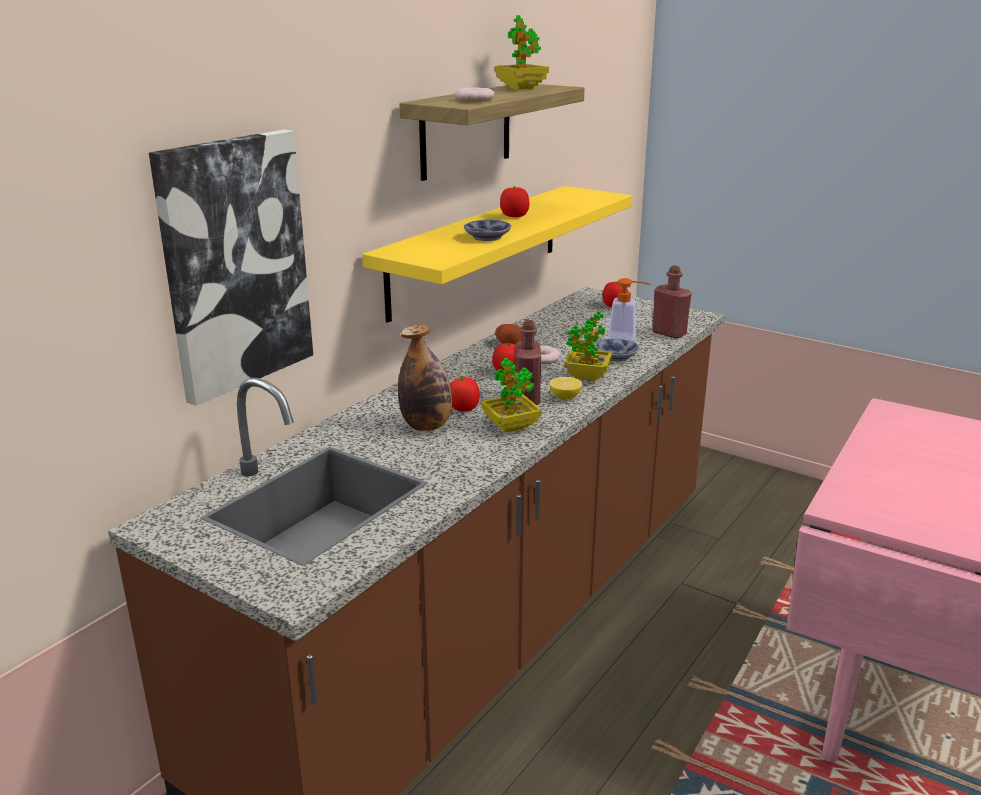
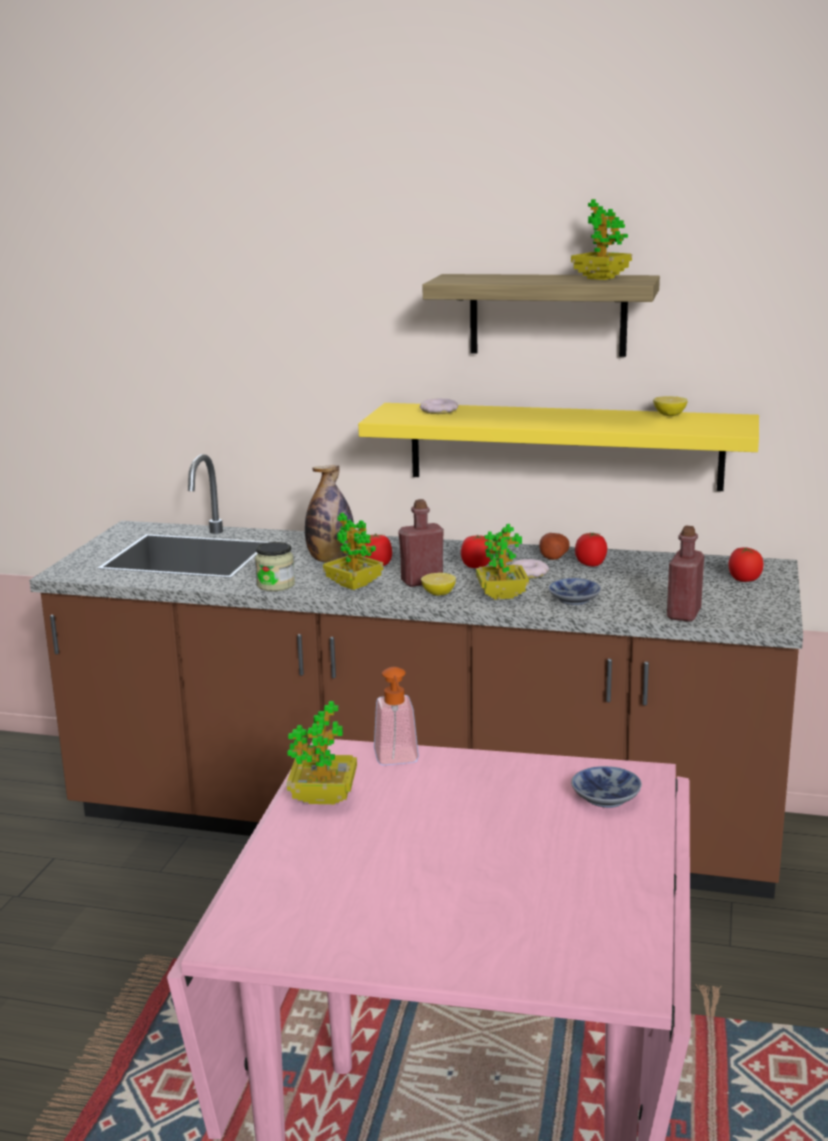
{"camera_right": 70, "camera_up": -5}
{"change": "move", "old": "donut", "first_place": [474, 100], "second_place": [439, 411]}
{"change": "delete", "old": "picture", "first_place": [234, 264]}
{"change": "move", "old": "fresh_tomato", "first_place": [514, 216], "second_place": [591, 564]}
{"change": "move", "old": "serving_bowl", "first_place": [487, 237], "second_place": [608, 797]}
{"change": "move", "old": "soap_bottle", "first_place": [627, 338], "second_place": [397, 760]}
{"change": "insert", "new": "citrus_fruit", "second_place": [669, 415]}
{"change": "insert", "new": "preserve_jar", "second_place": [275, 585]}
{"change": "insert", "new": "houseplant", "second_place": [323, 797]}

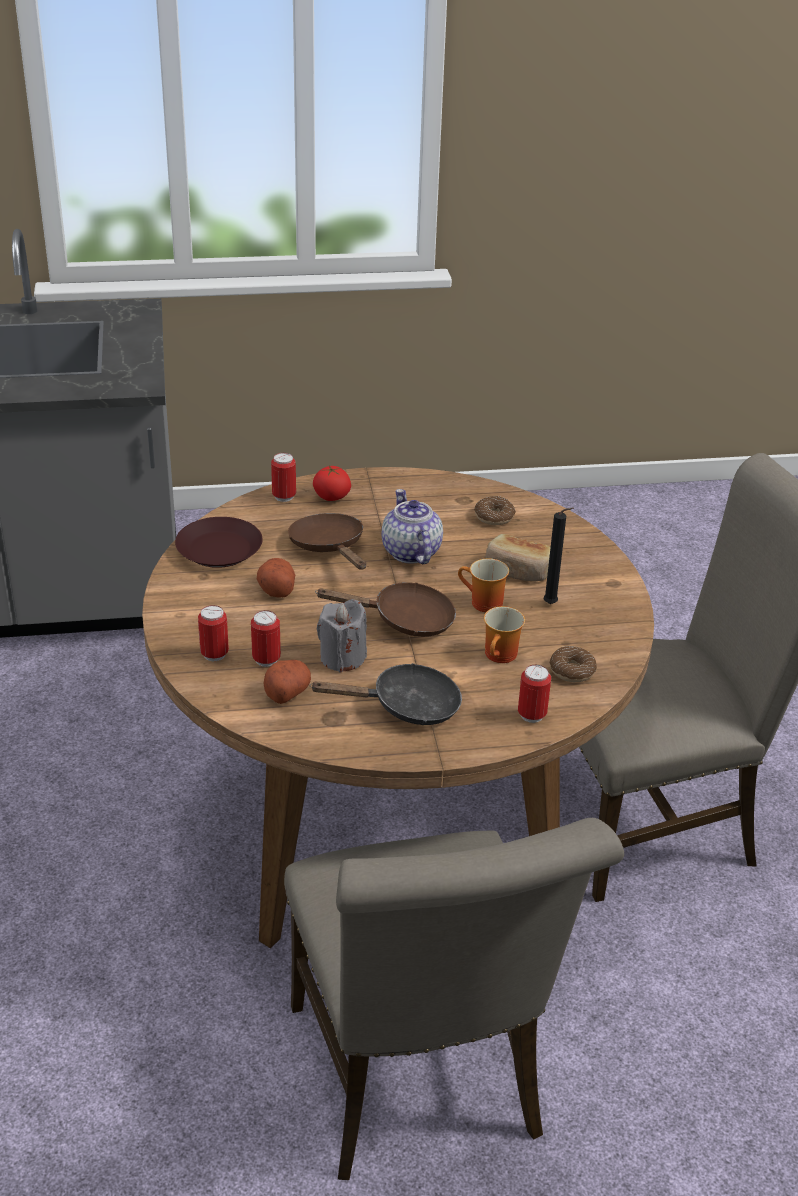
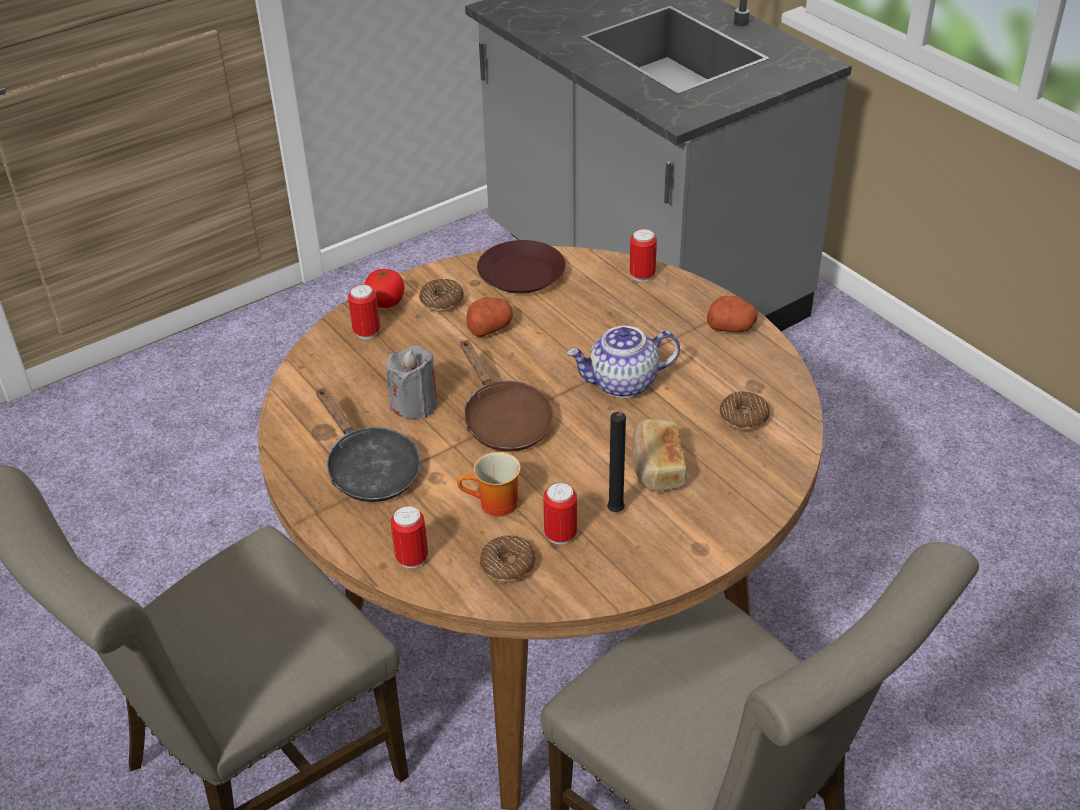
{"camera_right": 65, "camera_up": 5}
{"change": "move", "old": "fresh_tomato", "first_place": [332, 497], "second_place": [385, 302]}
{"change": "rotate", "old": "tea_pot", "first_place": [410, 552], "second_place": [622, 383], "degrees": -150}
{"change": "delete", "old": "brown-coloured_frying_pan", "first_place": [329, 547]}
{"change": "delete", "old": "tea_mug", "first_place": [482, 603]}
{"change": "move", "old": "can", "first_place": [266, 659], "second_place": [560, 535]}
{"change": "move", "old": "spud", "first_place": [287, 692], "second_place": [731, 327]}
{"change": "insert", "new": "donut", "second_place": [442, 301]}

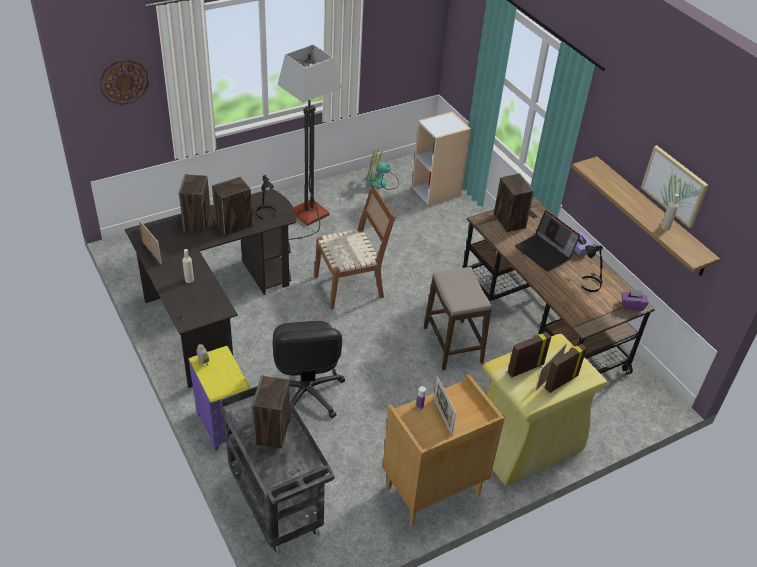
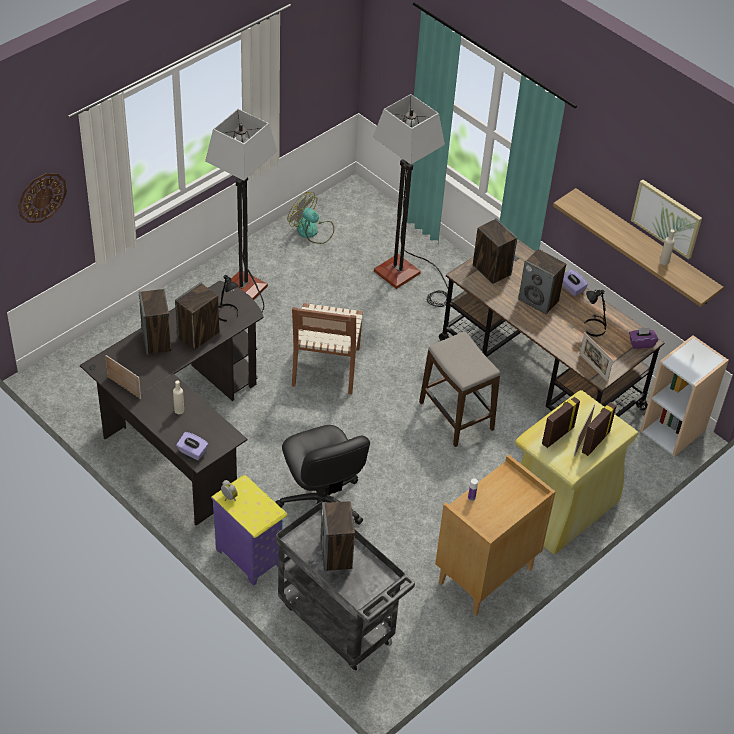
{"camera_right": -15, "camera_up": 5}
{"change": "move", "old": "bookshelf", "first_place": [437, 191], "second_place": [673, 430]}
{"change": "rotate", "old": "cooling_fan", "first_place": [381, 182], "second_place": [312, 231], "degrees": 45}
{"change": "rotate", "old": "chair", "first_place": [352, 286], "second_place": [325, 370], "degrees": 135}
{"change": "replace", "old": "laptop", "new": "audio_speaker", "first_place": [545, 252], "second_place": [539, 300]}
{"change": "move", "old": "standing_frame", "first_place": [442, 416], "second_place": [593, 367]}
{"change": "insert", "new": "standard_lamp", "second_place": [408, 277]}
{"change": "insert", "new": "purple-coloured_tissue_holder", "second_place": [192, 452]}

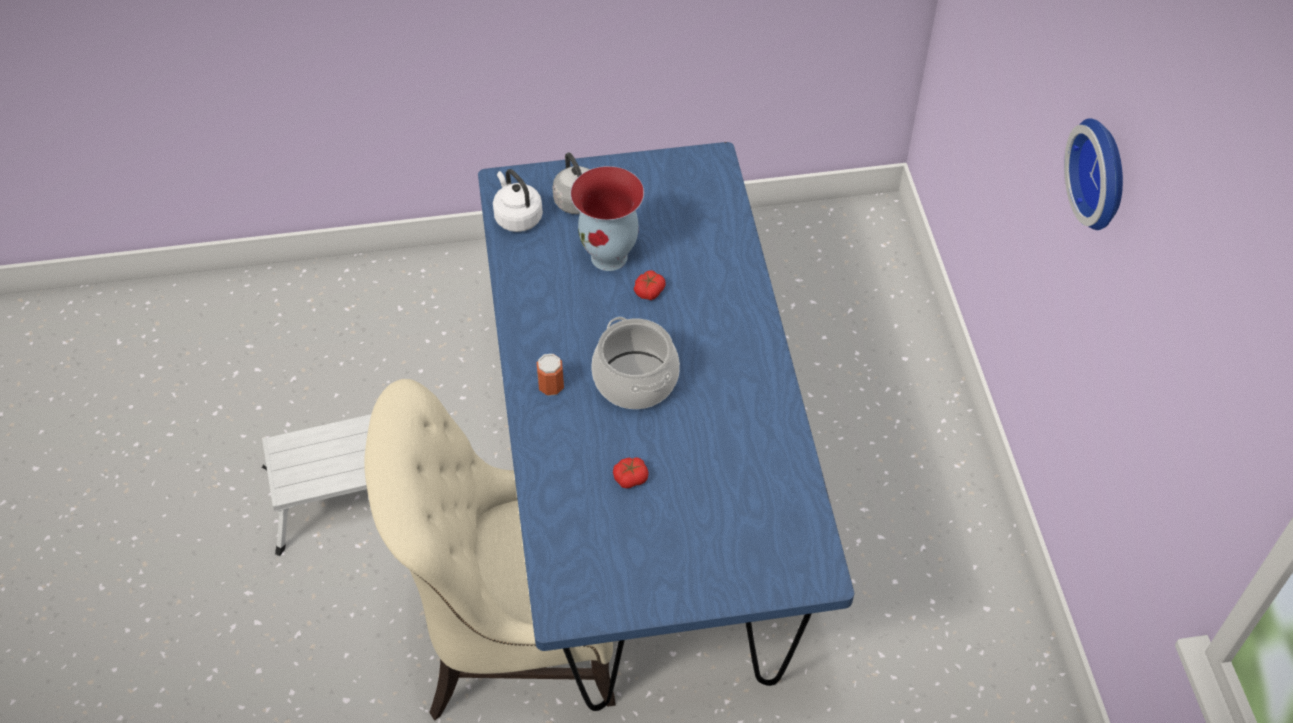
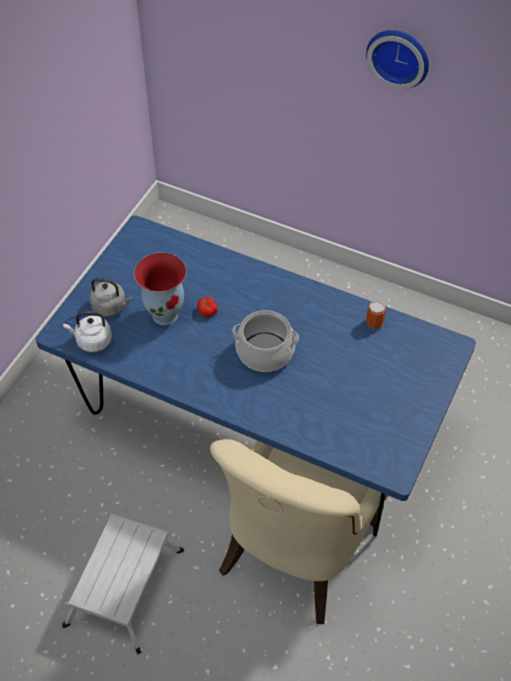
{"camera_right": -55, "camera_up": 0}
{"change": "move", "old": "can", "first_place": [551, 386], "second_place": [374, 323]}
{"change": "delete", "old": "fresh_tomato", "first_place": [630, 478]}

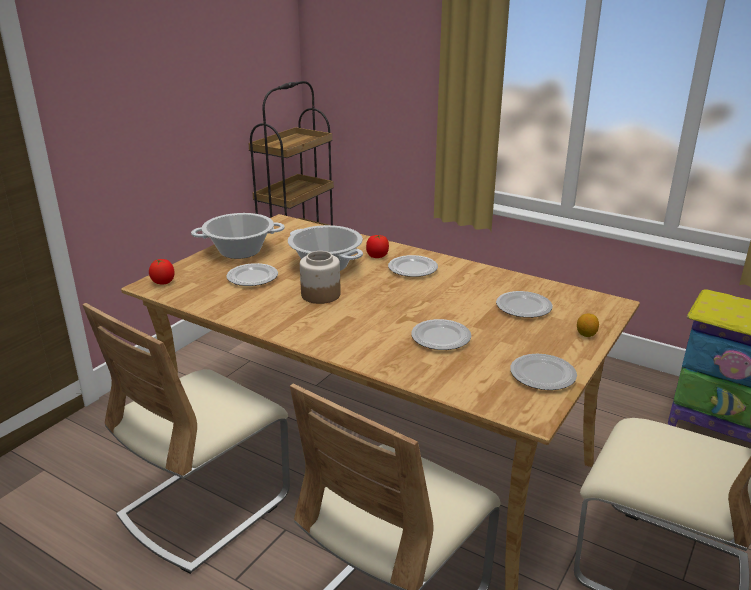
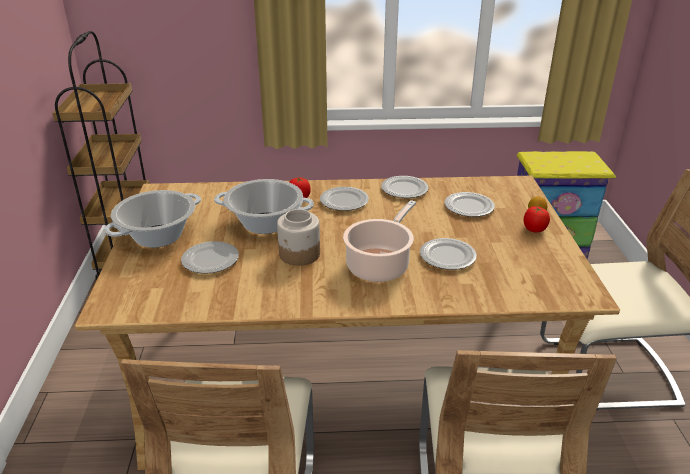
{"camera_right": -35, "camera_up": 5}
{"change": "move", "old": "fresh_tomato", "first_place": [163, 282], "second_place": [534, 230]}
{"change": "move", "old": "flat_dish", "first_place": [542, 375], "second_place": [404, 189]}
{"change": "insert", "new": "stockpot", "second_place": [379, 265]}

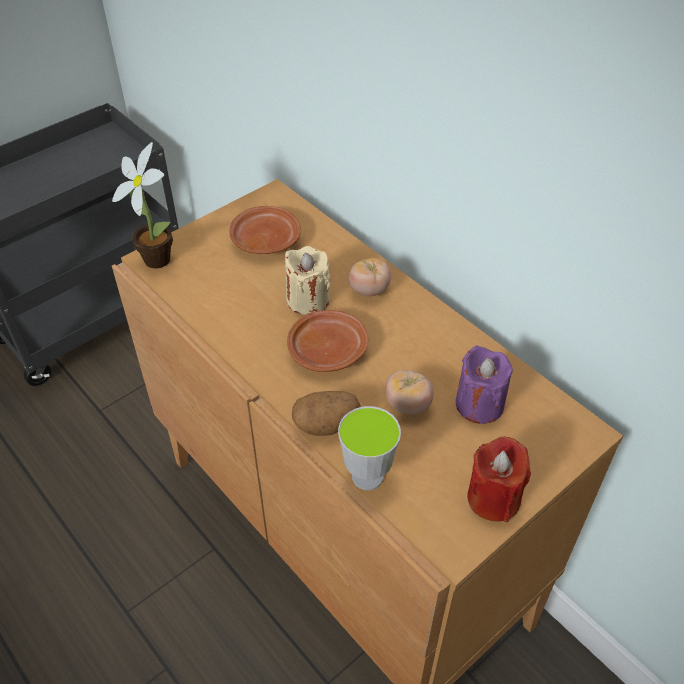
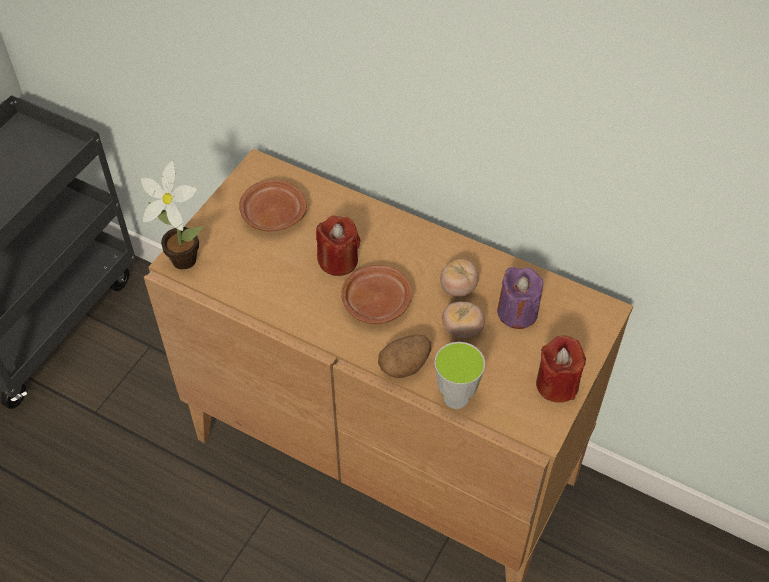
{"camera_right": -20, "camera_up": 5}
{"change": "recolor", "old": "sand-coloured_wax_candle", "new": "red_wax_candle", "first_place": [307, 300], "second_place": [338, 261]}
{"change": "move", "old": "fresh_tomato", "first_place": [369, 290], "second_place": [458, 288]}

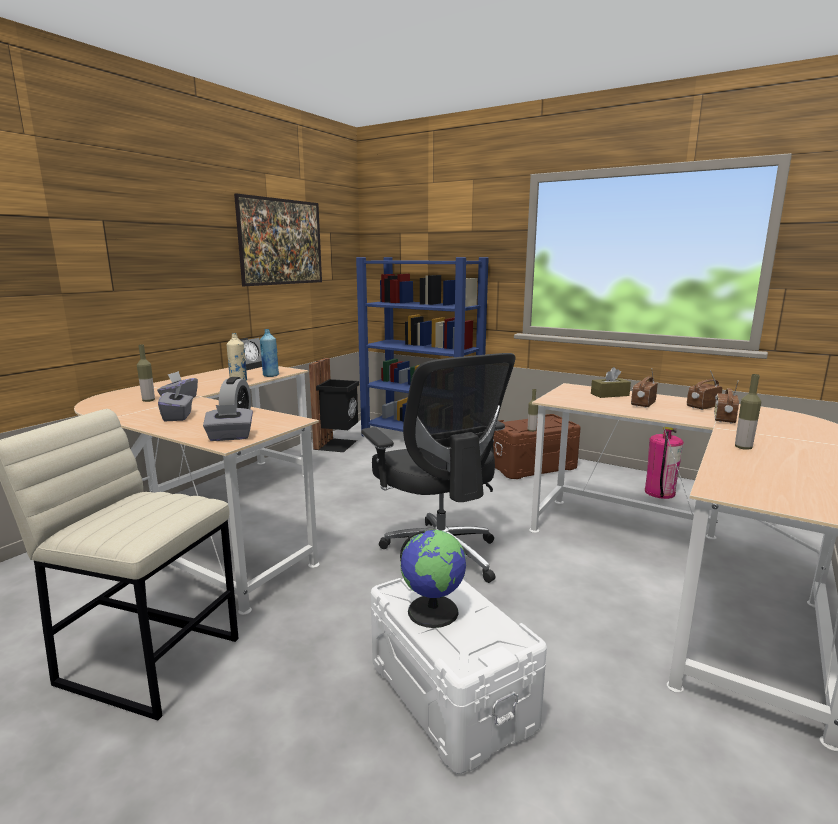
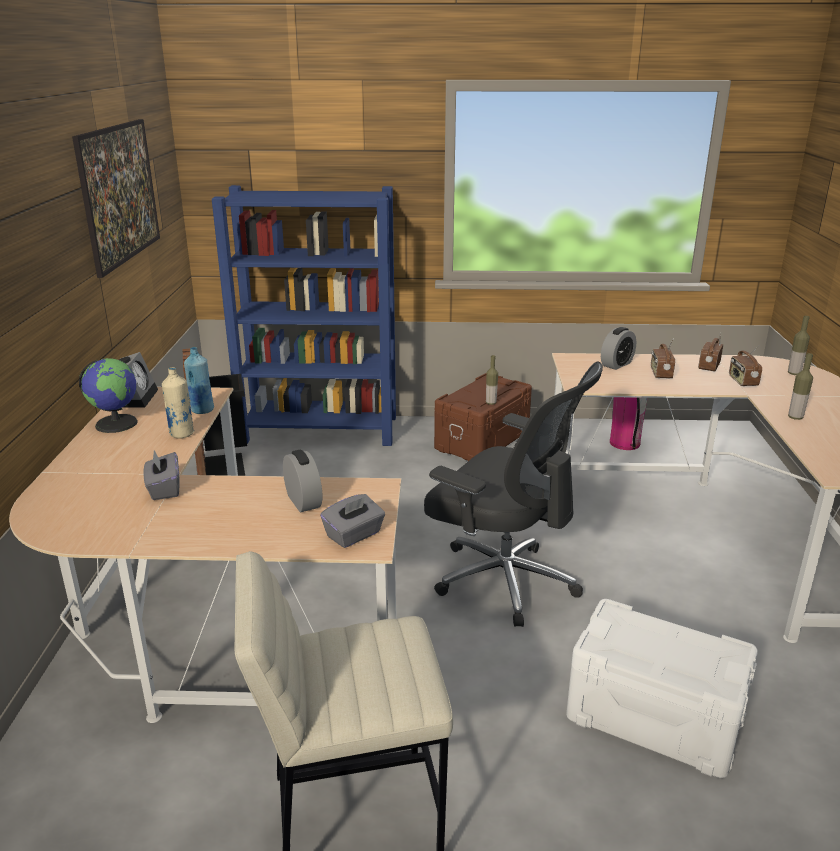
{"camera_right": -30, "camera_up": 10}
{"change": "move", "old": "beverage_bottle", "first_place": [148, 400], "second_place": [794, 373]}
{"change": "replace", "old": "brown-coloured_tissue_holder", "new": "alarm_clock", "first_place": [609, 394], "second_place": [616, 364]}
{"change": "delete", "old": "gray_tissue_holder", "first_place": [178, 417]}
{"change": "move", "old": "globe", "first_place": [433, 610], "second_place": [116, 423]}

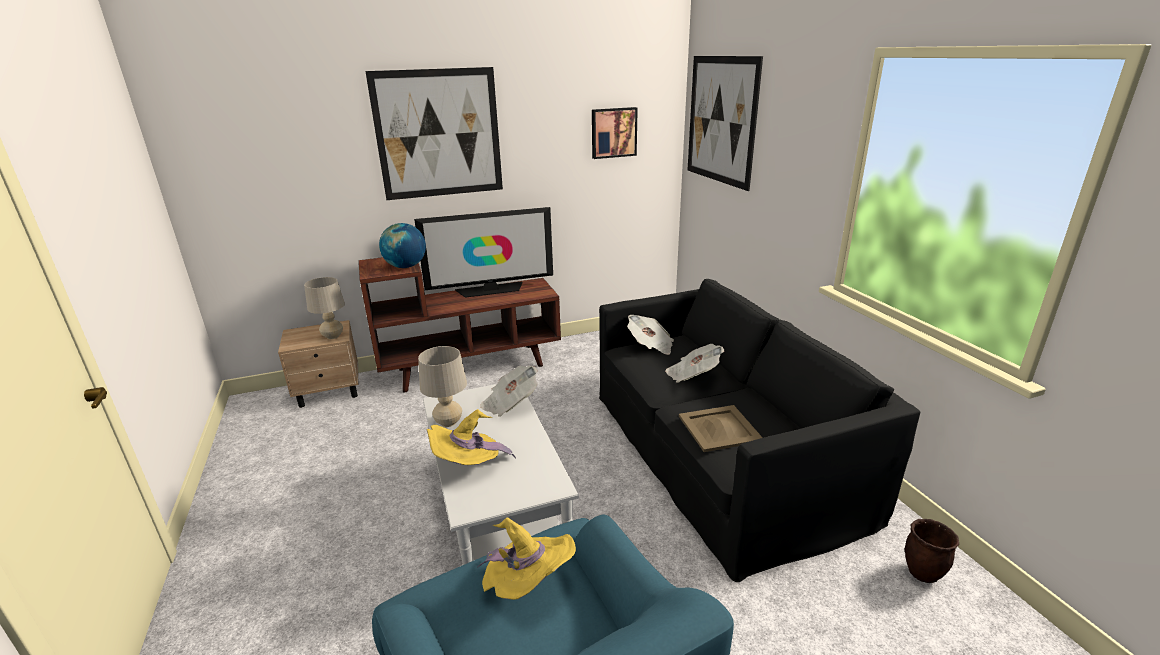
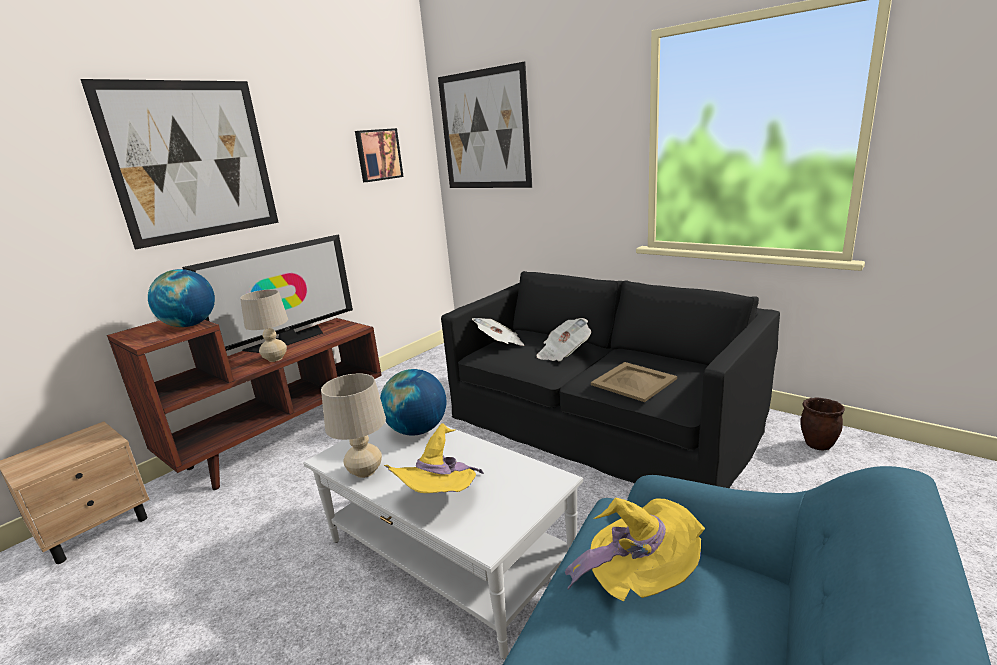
{"camera_right": -30, "camera_up": -5}
{"change": "move", "old": "sand-coloured_lamp_for_a_table", "first_place": [333, 336], "second_place": [275, 359]}
{"change": "replace", "old": "daily_paper", "new": "globe", "first_place": [510, 403], "second_place": [417, 430]}

